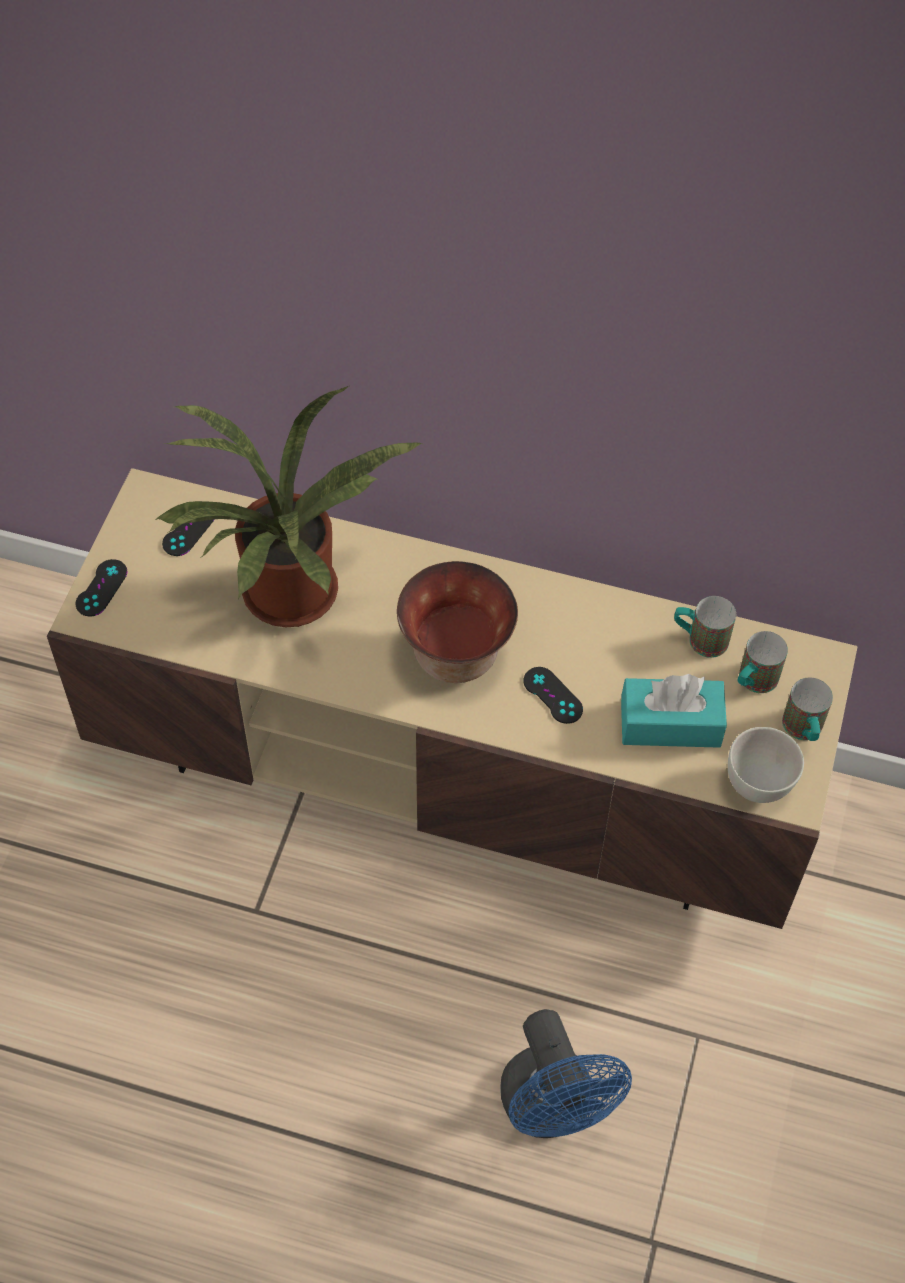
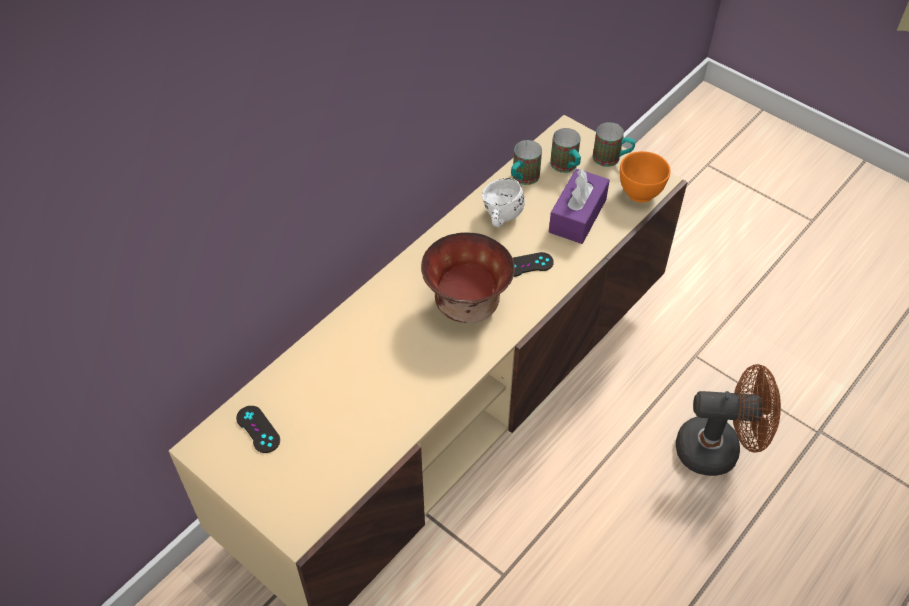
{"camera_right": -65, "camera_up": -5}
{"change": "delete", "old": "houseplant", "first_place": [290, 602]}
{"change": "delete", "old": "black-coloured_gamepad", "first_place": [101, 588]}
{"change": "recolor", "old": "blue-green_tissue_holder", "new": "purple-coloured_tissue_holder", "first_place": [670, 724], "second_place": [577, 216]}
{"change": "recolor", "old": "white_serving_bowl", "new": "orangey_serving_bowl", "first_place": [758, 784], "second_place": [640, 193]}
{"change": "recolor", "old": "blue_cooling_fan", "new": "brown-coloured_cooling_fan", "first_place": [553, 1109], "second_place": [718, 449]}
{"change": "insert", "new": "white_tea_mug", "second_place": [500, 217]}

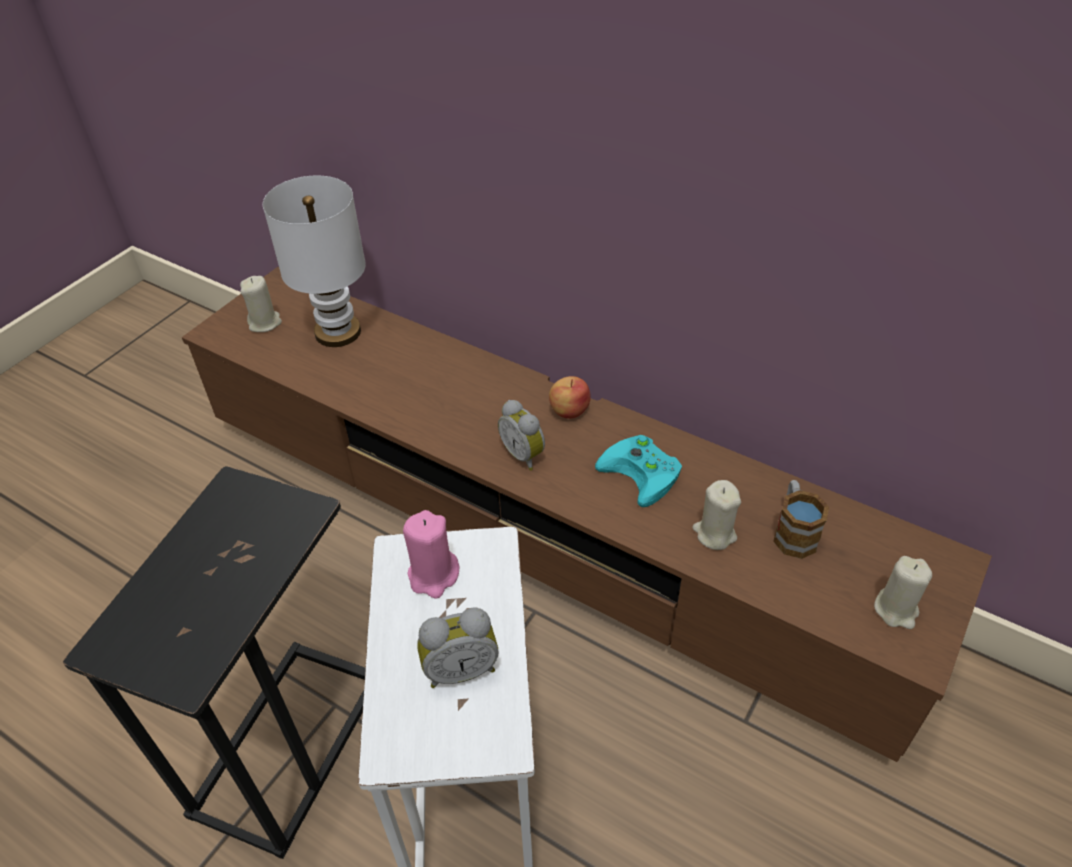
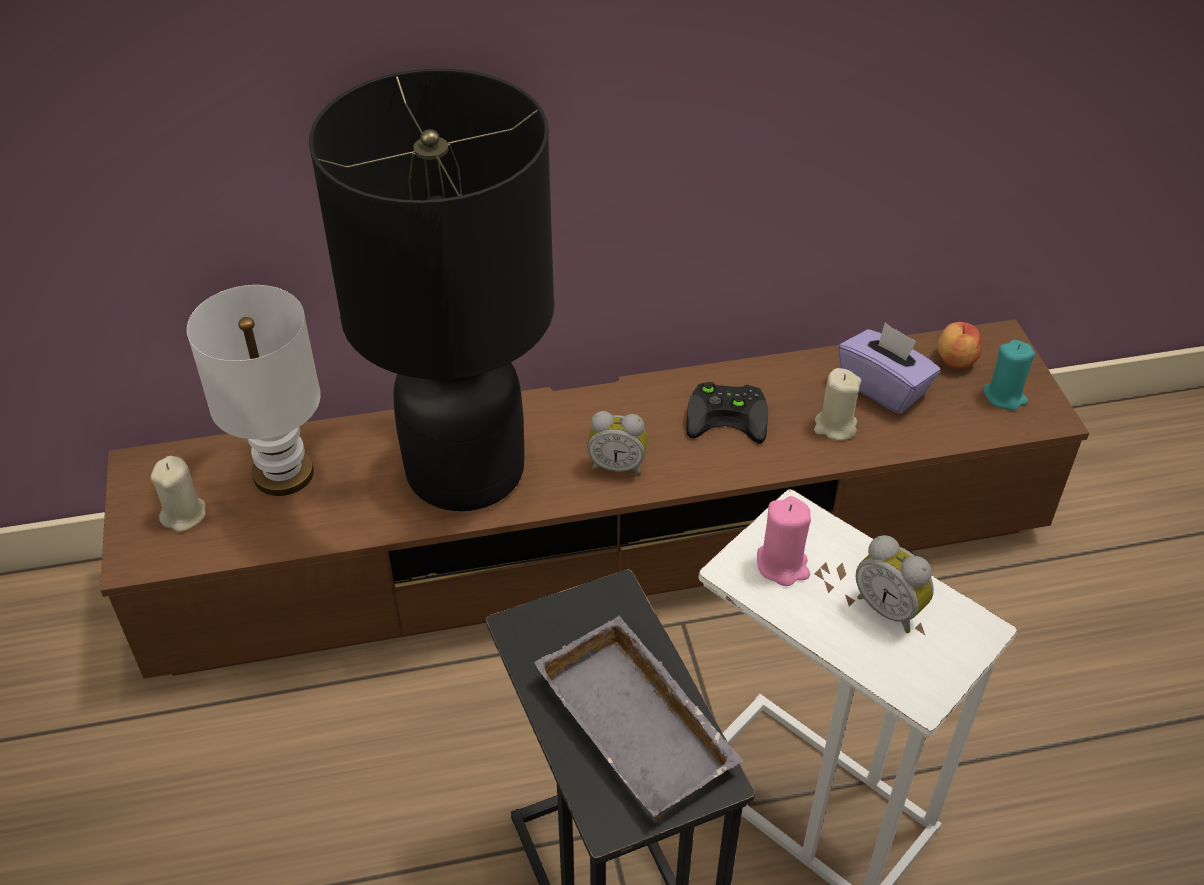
{"camera_right": -45, "camera_up": 0}
{"change": "move", "old": "apple_fruit", "first_place": [569, 410], "second_place": [954, 360]}
{"change": "recolor", "old": "blue-green_gamepad", "new": "black-coloured_gamepad", "first_place": [644, 473], "second_place": [729, 415]}
{"change": "replace", "old": "tea_mug", "new": "purple-coloured_tissue_holder", "first_place": [793, 532], "second_place": [884, 387]}
{"change": "recolor", "old": "sand-coloured_wax_candle", "new": "blue-green_wax_candle", "first_place": [896, 609], "second_place": [1004, 396]}
{"change": "rotate", "old": "alarm_clock", "first_place": [460, 668], "second_place": [890, 608], "degrees": 105}
{"change": "insert", "new": "black-coloured_lamp_for_a_table", "second_place": [464, 470]}
{"change": "insert", "new": "gray_tray", "second_place": [641, 725]}

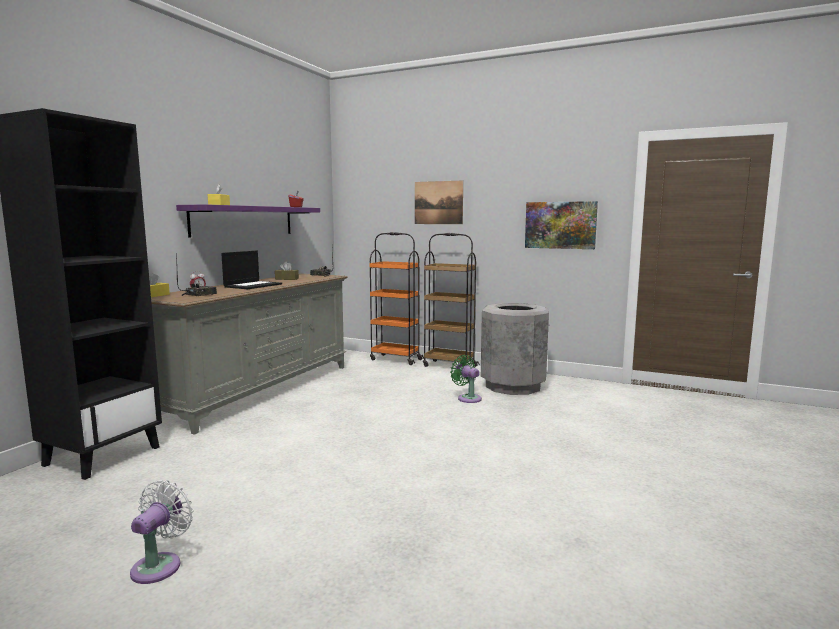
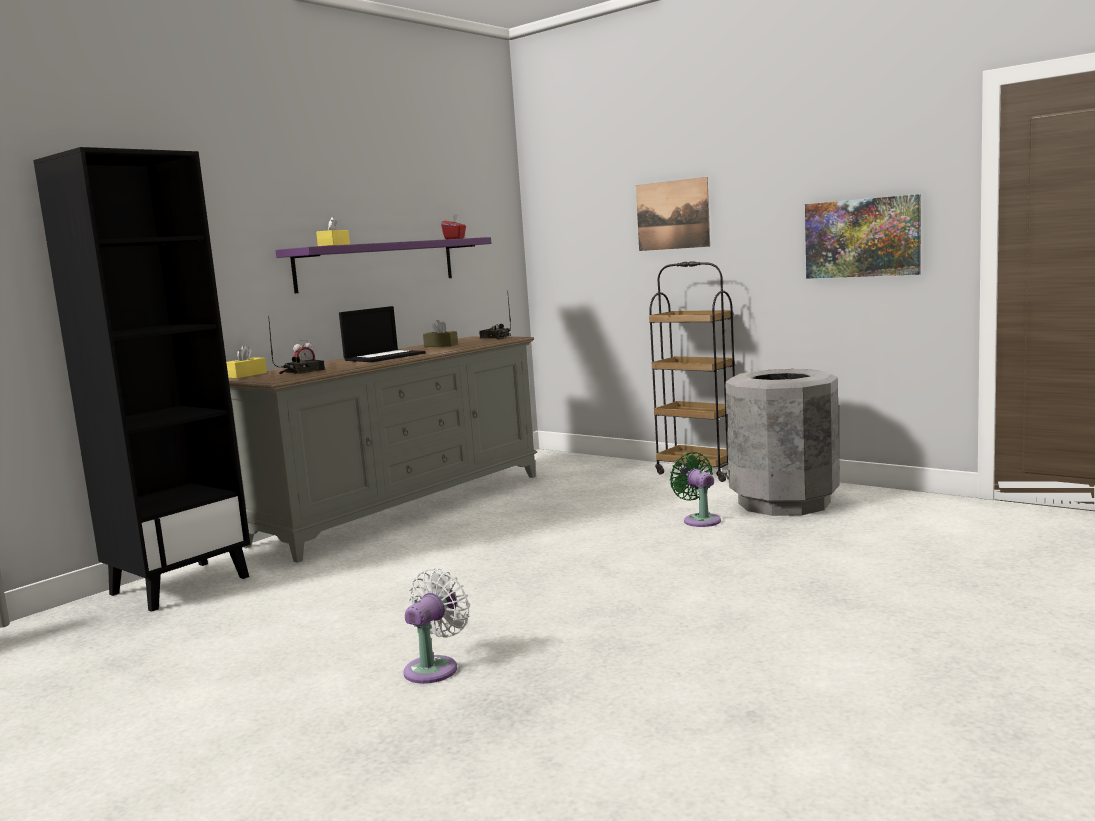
{"camera_right": 15, "camera_up": 0}
{"change": "delete", "old": "orangey_cart", "first_place": [396, 360]}
{"change": "move", "old": "white_cooling_fan", "first_place": [160, 565], "second_place": [434, 668]}

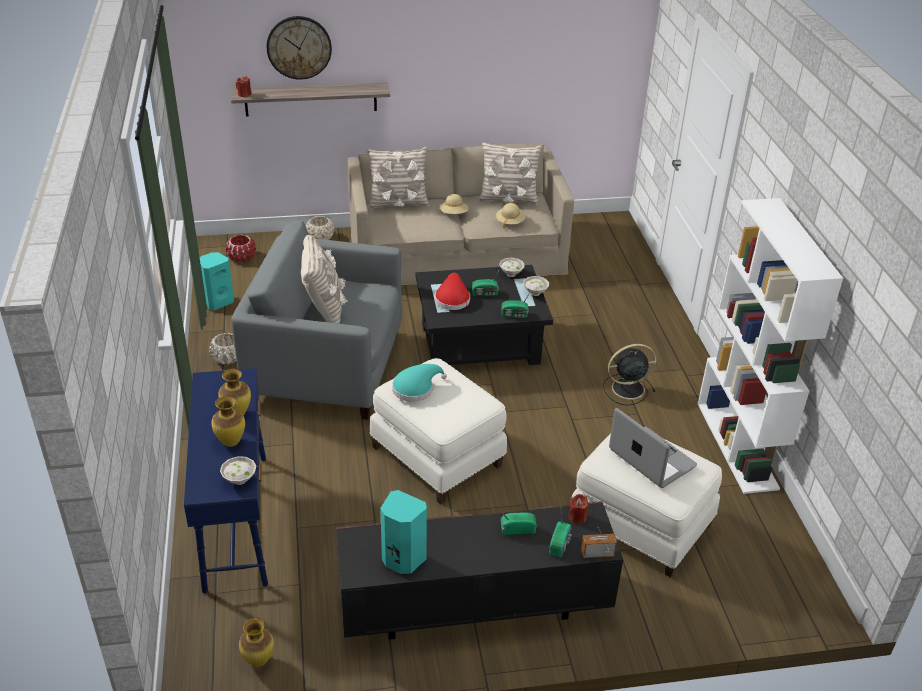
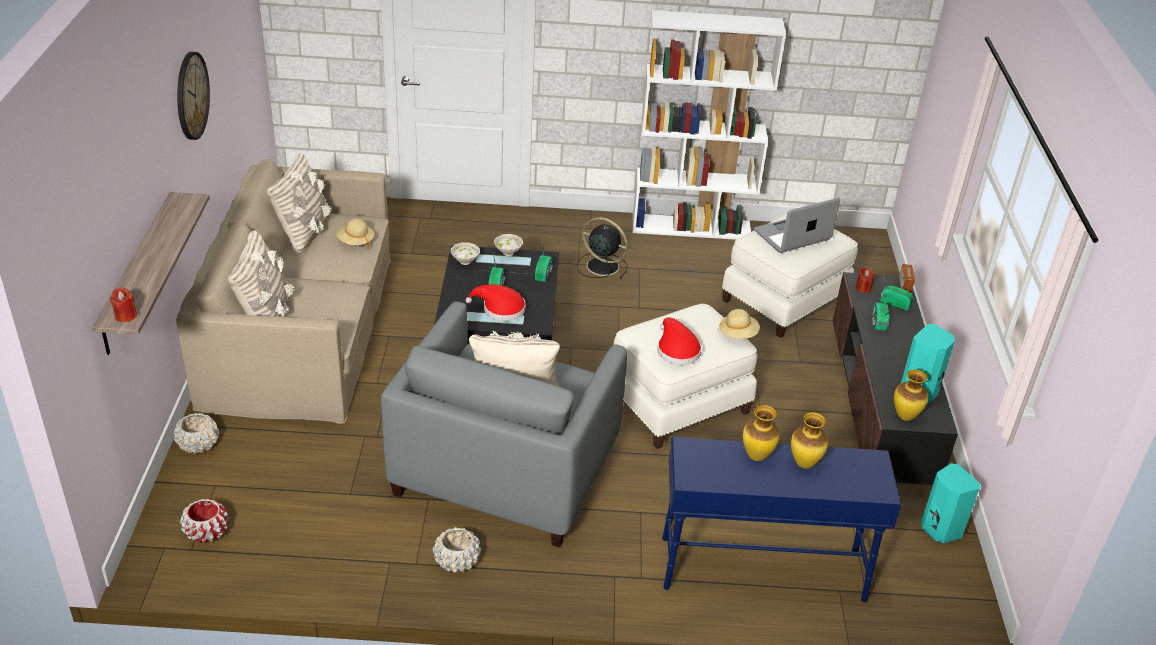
{"camera_right": -80, "camera_up": 0}
{"change": "move", "old": "wall_clock", "first_place": [299, 47], "second_place": [191, 95]}
{"change": "move", "old": "sand-coloured_wearable_hat", "first_place": [454, 214], "second_place": [738, 334]}
{"change": "move", "old": "blue-green_audio_speaker", "first_place": [218, 302], "second_place": [939, 529]}
{"change": "rotate", "old": "black-coloured_cooling_fan", "first_place": [626, 389], "second_place": [601, 266], "degrees": 120}
{"change": "recolor", "old": "blue-green_wearable_hat", "new": "red_wearable_hat", "first_place": [415, 388], "second_place": [676, 350]}
{"change": "delete", "old": "white_serving_bowl", "first_place": [239, 481]}
{"change": "move", "old": "flower_vase", "first_place": [259, 661], "second_place": [905, 416]}

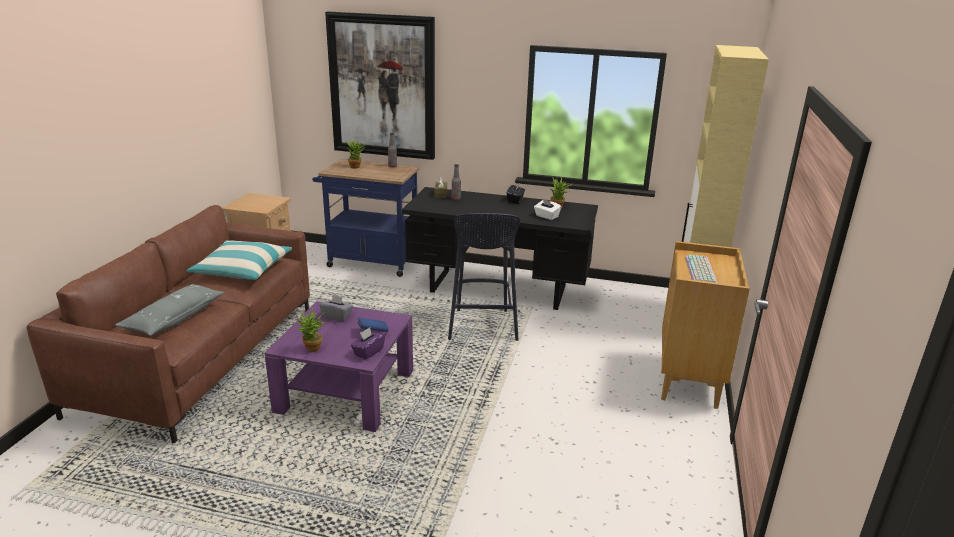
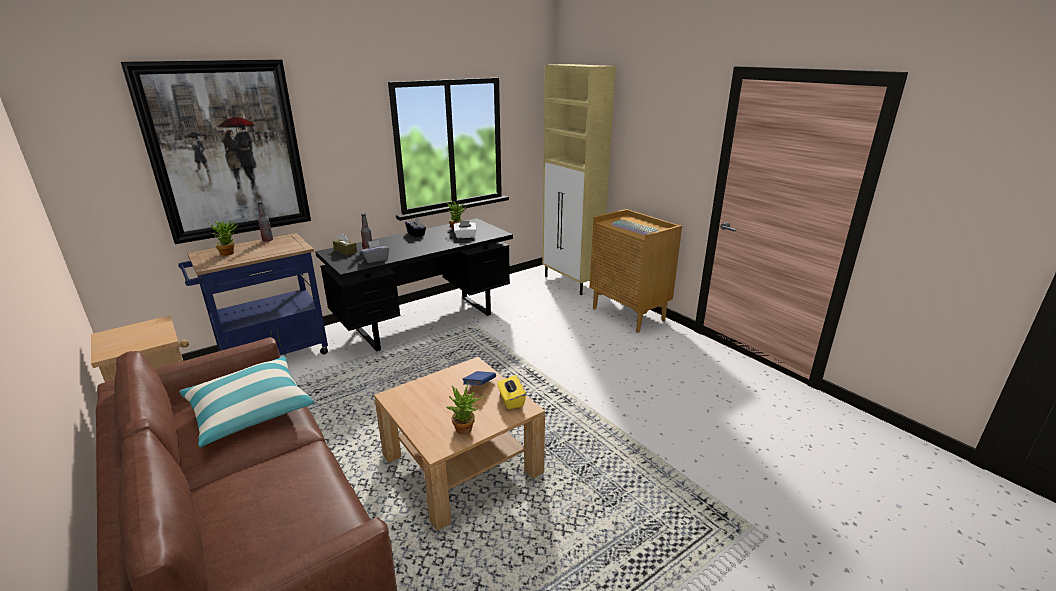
{"camera_right": -50, "camera_up": 0}
{"change": "delete", "old": "gray_stool", "first_place": [482, 326]}
{"change": "delete", "old": "gray_pillow", "first_place": [174, 318]}
{"change": "move", "old": "gray_tissue_holder", "first_place": [337, 316], "second_place": [376, 259]}
{"change": "recolor", "old": "purple-coloured_low_table", "new": "brown-coloured_low_table", "first_place": [346, 391], "second_place": [461, 464]}
{"change": "recolor", "old": "purple-coloured_tissue_holder", "new": "yellowish_tissue_holder", "first_place": [368, 352], "second_place": [511, 400]}

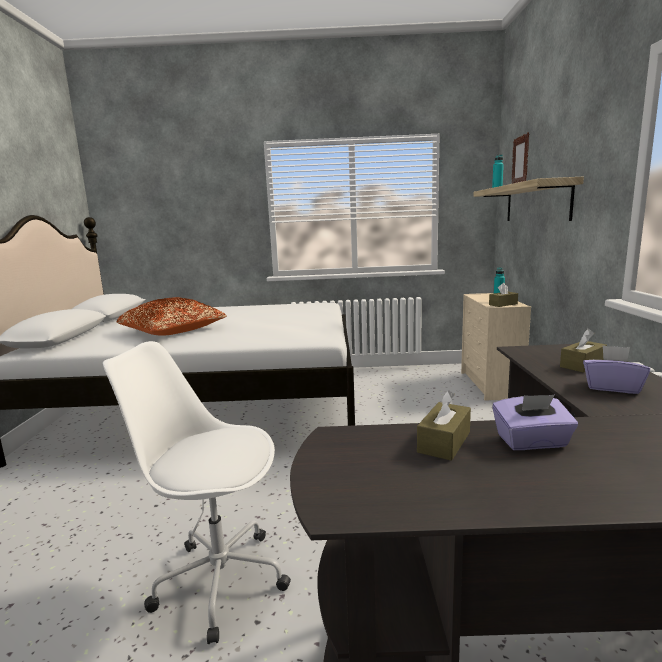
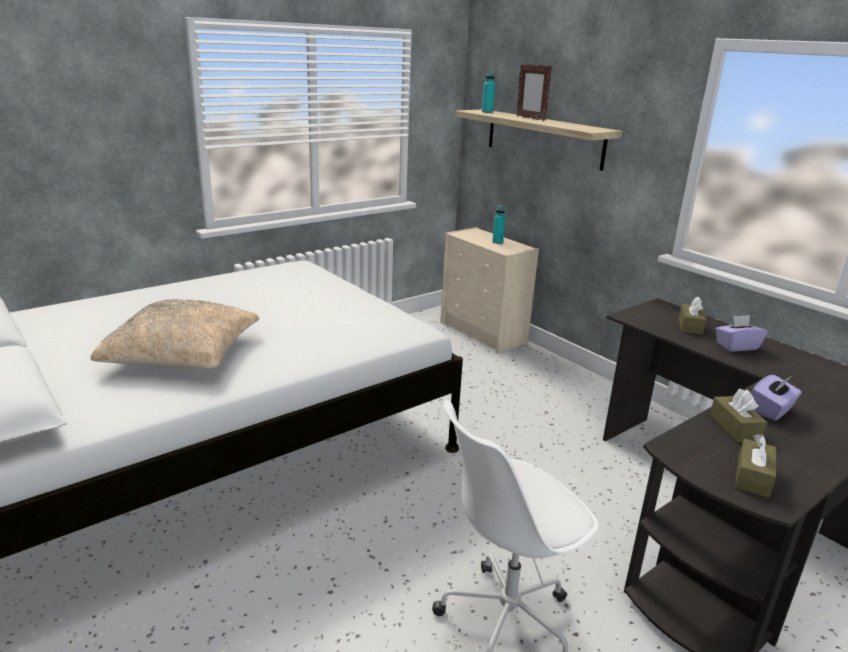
{"camera_right": -40, "camera_up": 10}
{"change": "move", "old": "brown-coloured_tissue_holder", "first_place": [503, 304], "second_place": [753, 477]}
{"change": "recolor", "old": "orangey_pillow", "new": "sand-coloured_pillow", "first_place": [173, 330], "second_place": [182, 353]}

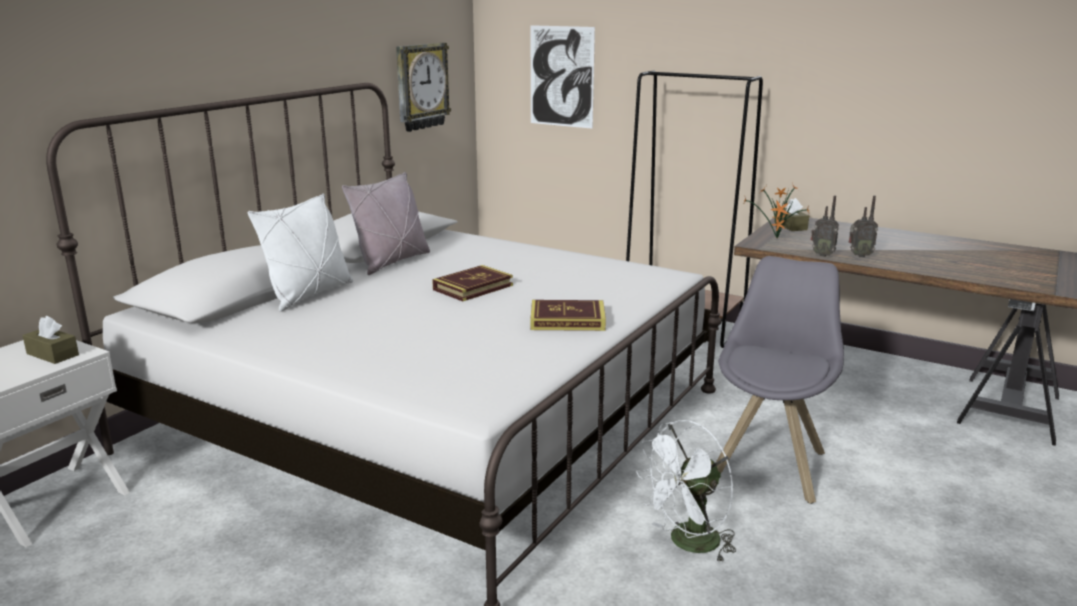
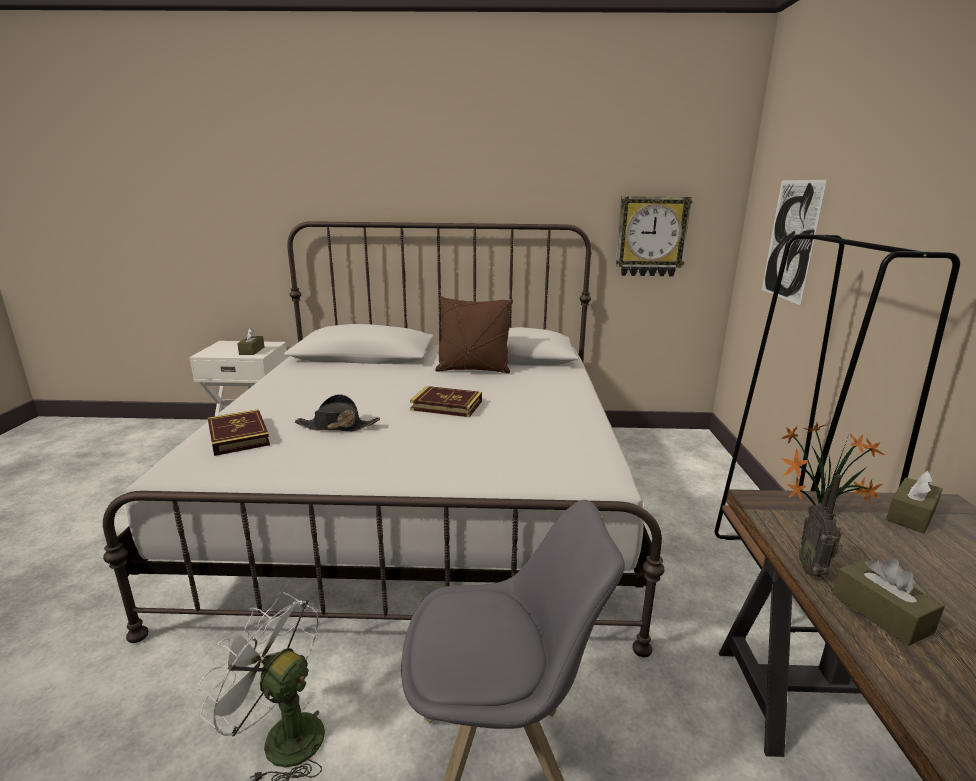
{"camera_right": 60, "camera_up": 0}
{"change": "recolor", "old": "purple-coloured_pillow", "new": "brown-coloured_pillow", "first_place": [392, 262], "second_place": [473, 370]}
{"change": "delete", "old": "white_pillow", "first_place": [309, 295]}
{"change": "replace", "old": "radio_set", "new": "brown-coloured_tissue_holder", "first_place": [859, 255], "second_place": [880, 613]}
{"change": "move", "old": "book", "first_place": [567, 320], "second_place": [238, 436]}
{"change": "insert", "new": "black-coloured_wearable_hat", "second_place": [337, 426]}

